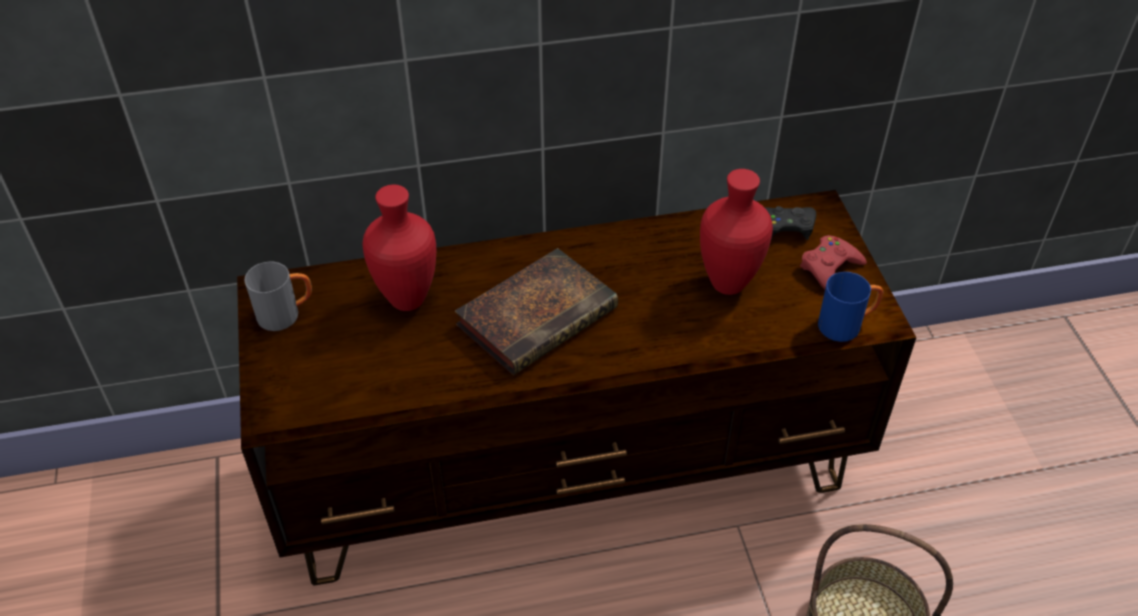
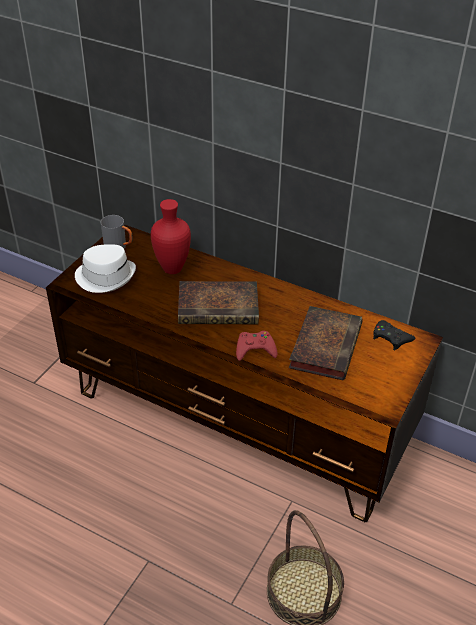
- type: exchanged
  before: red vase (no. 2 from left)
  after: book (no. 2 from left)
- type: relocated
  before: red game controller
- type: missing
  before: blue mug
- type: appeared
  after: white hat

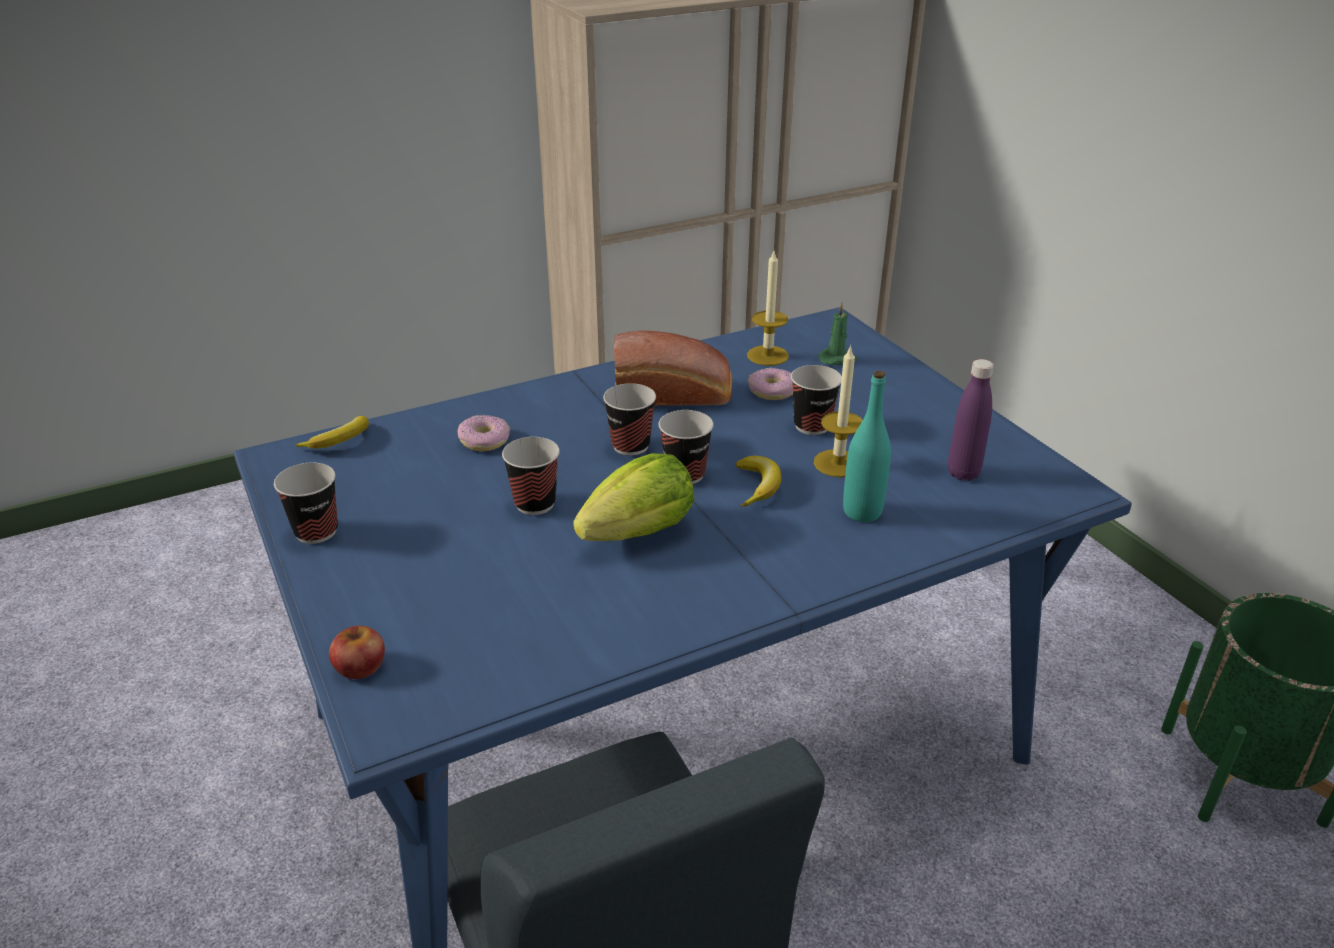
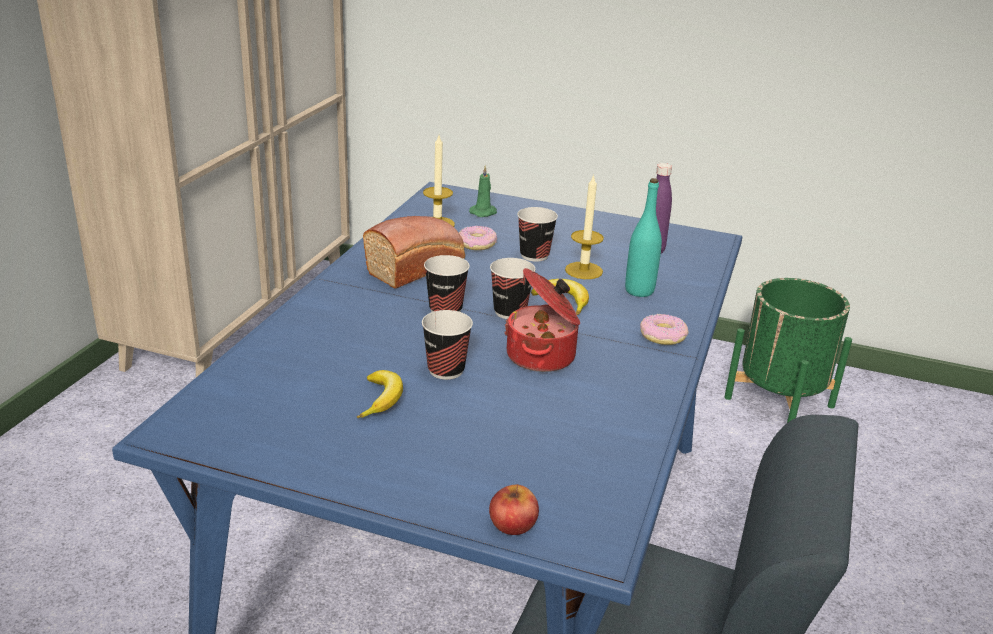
- type: missing
  before: cup (no. 1 from left)
- type: relocated
  before: banana (no. 1 from left)
- type: relocated
  before: donut (no. 1 from left in the first image)
  after: donut (no. 2 from left)
- type: exchanged
  before: lettuce
  after: cooking pot

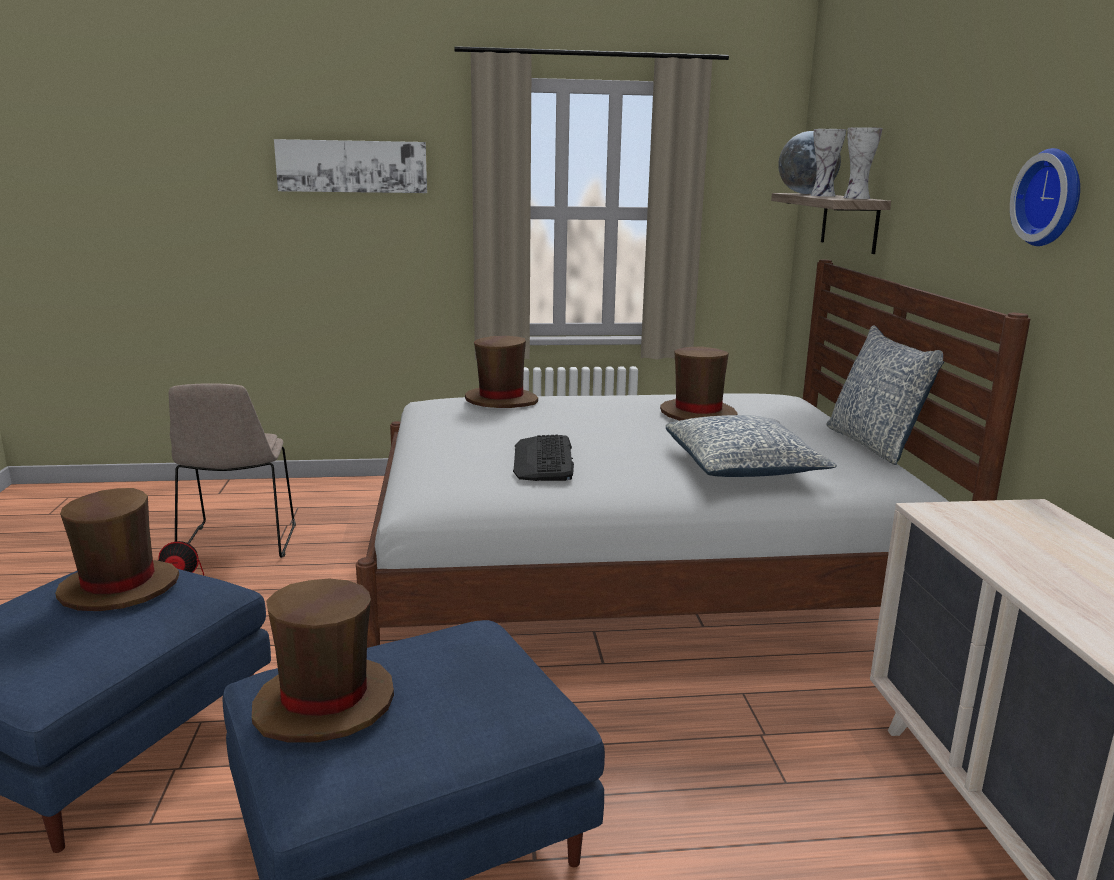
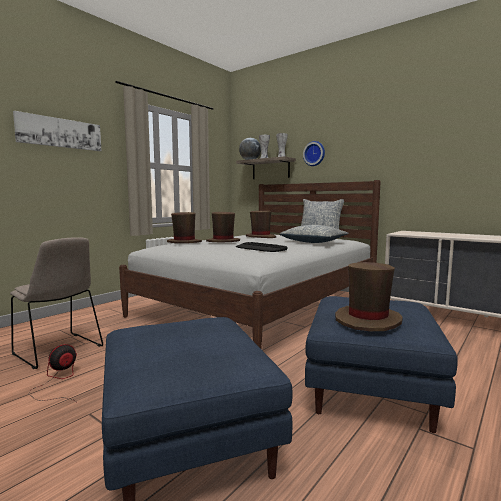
- type: relocated
  before: brown hat (no. 1 from left in the first image)
  after: brown hat (no. 2 from left)
- type: relocated
  before: wall clock

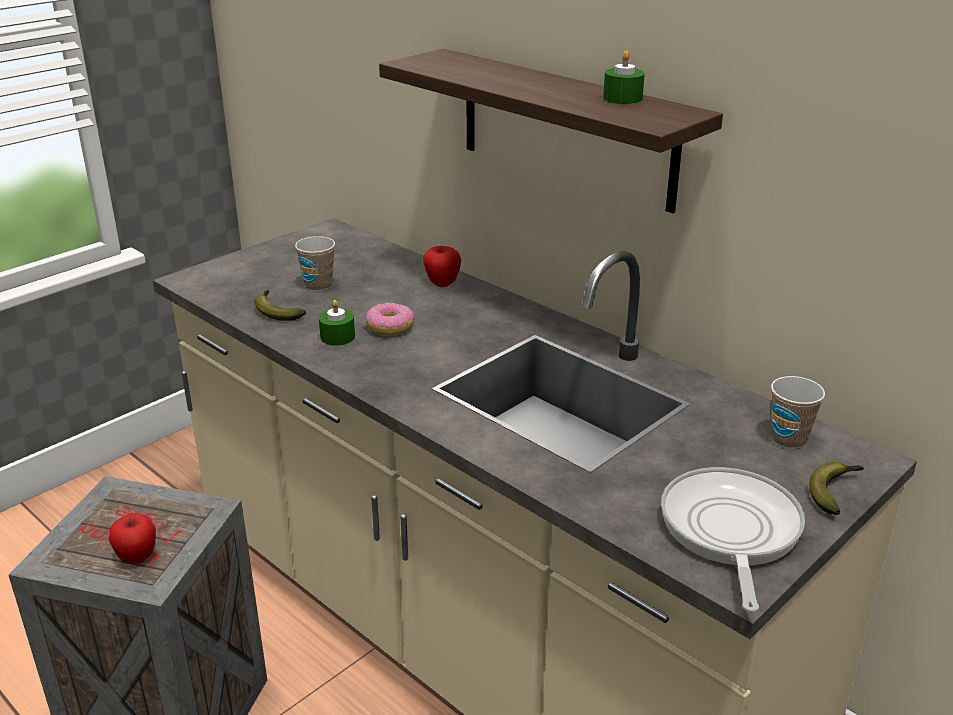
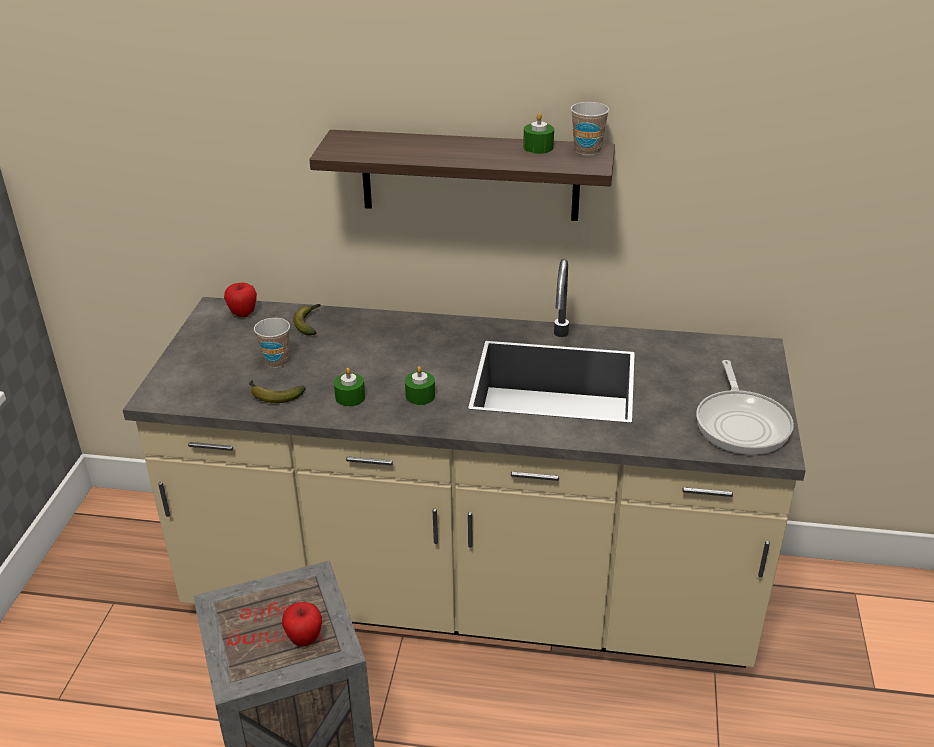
- type: missing
  before: donut
- type: relocated
  before: apple (no. 2 from left in the first image)
  after: apple (no. 1 from left)
- type: spun
  before: frying pan
  turn: -150
- type: relocated
  before: cup (no. 2 from left)
- type: relocated
  before: banana (no. 2 from left)
- type: appeared
  after: green candle (no. 2 from left)

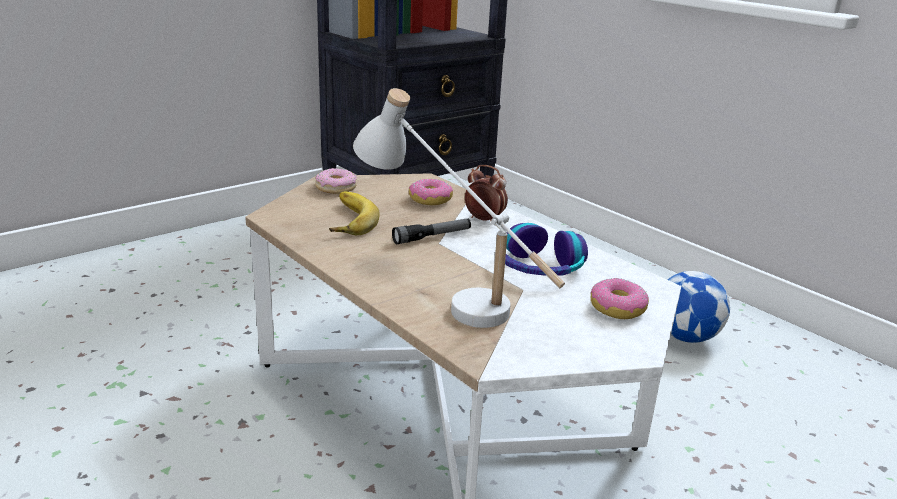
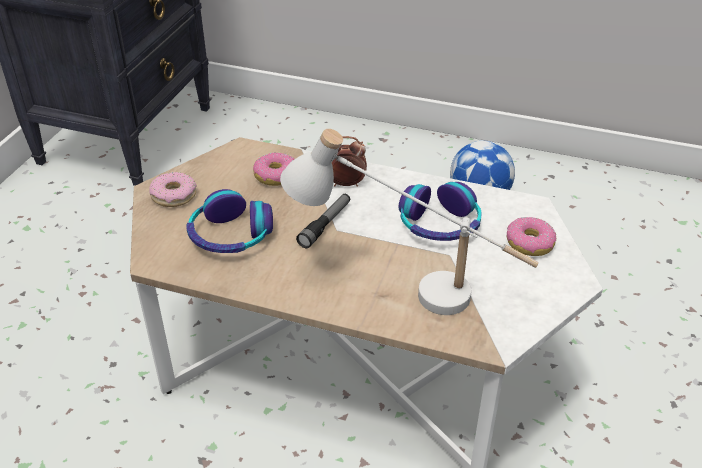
- type: exchanged
  before: banana
  after: headphones (no. 1 from left)

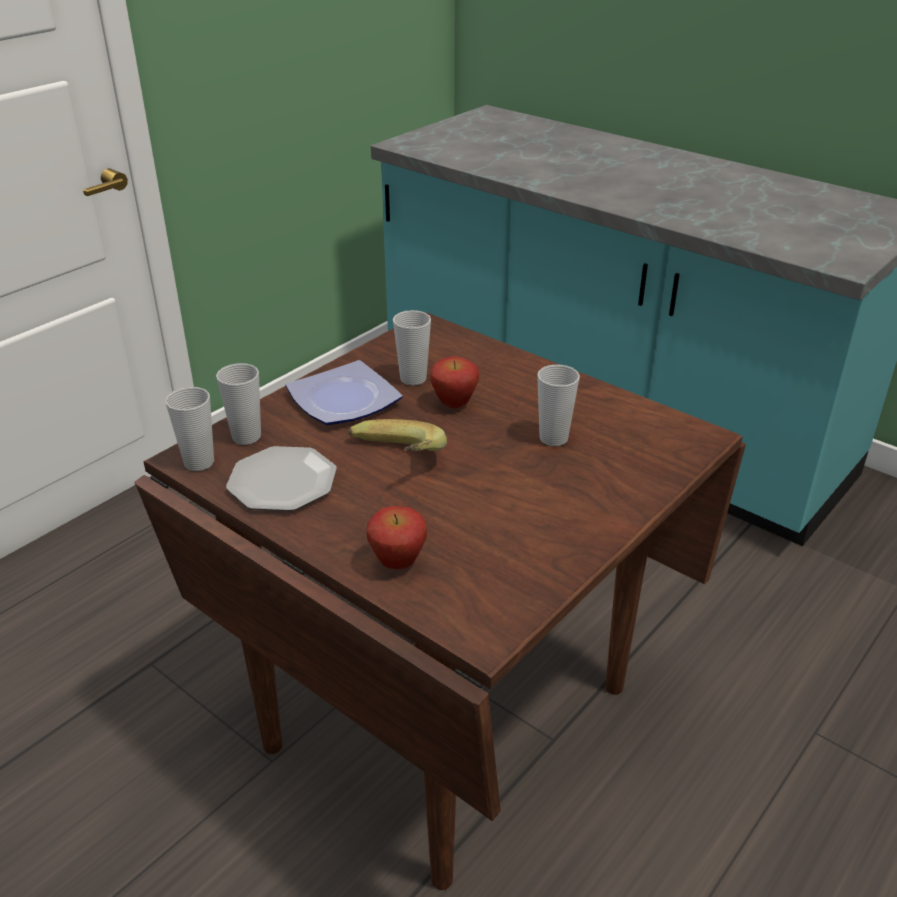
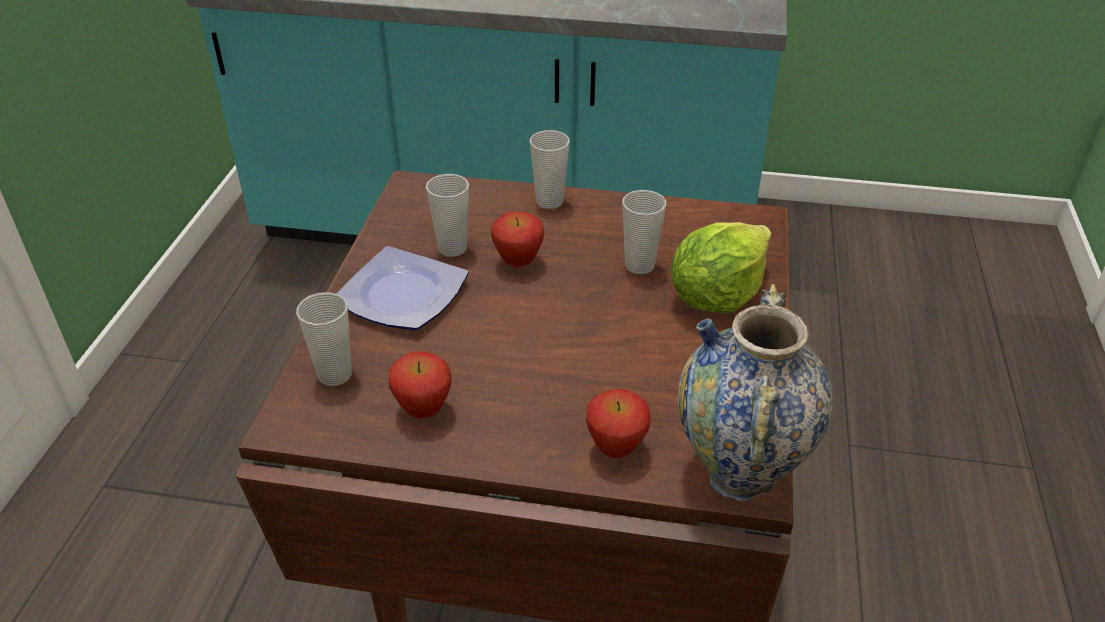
- type: relocated
  before: cup (no. 1 from left in the first image)
  after: cup (no. 3 from left)
- type: exchanged
  before: plate (no. 1 from left)
  after: apple (no. 1 from left)
- type: missing
  before: banana
- type: appeared
  after: lettuce
- type: appeared
  after: vase

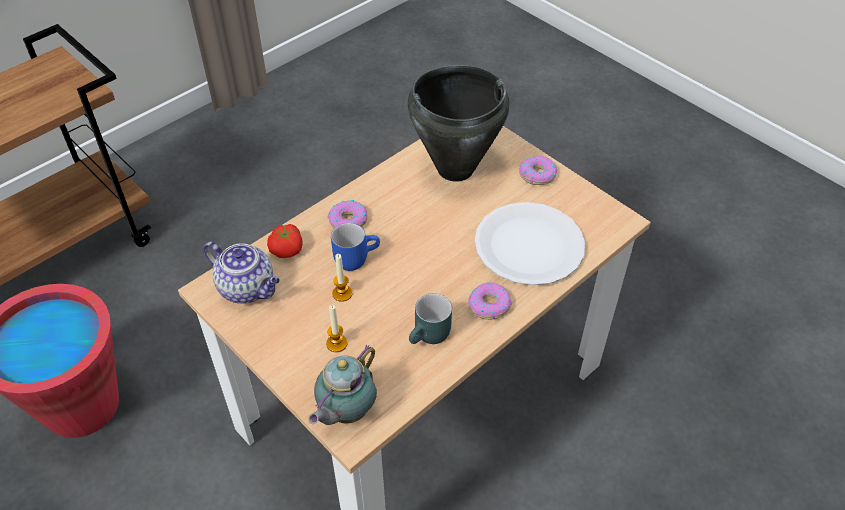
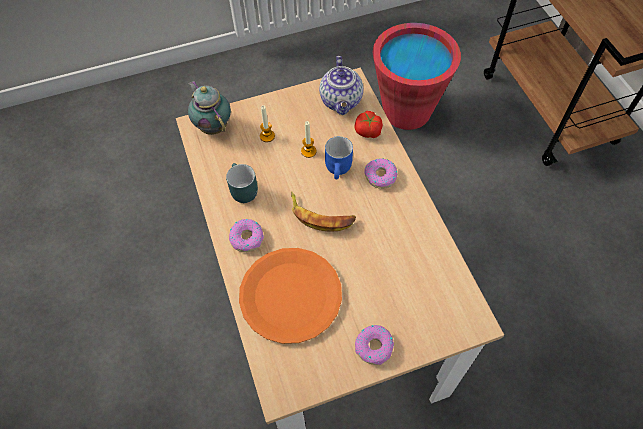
- type: spun
  before: teapot (no. 1 from left in the first image)
  turn: -60
- type: missing
  before: black cooking pot
- type: colour
  before: white plate
  after: orange plate
- type: appeared
  after: banana

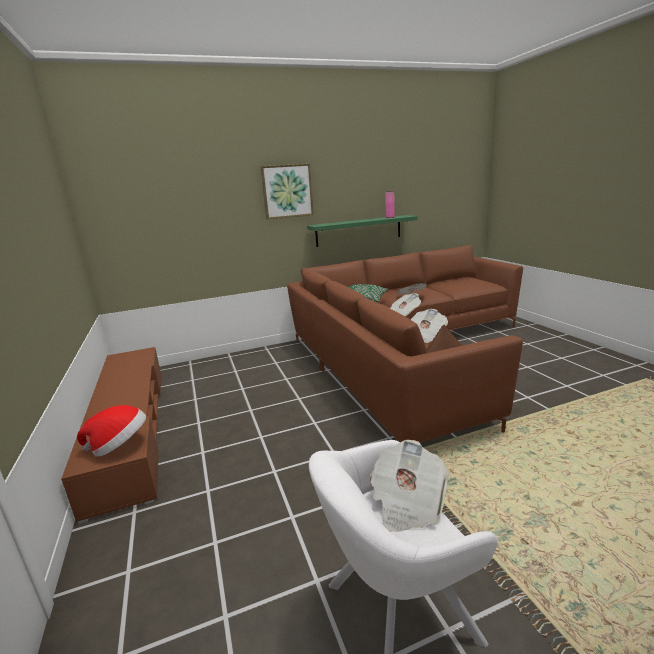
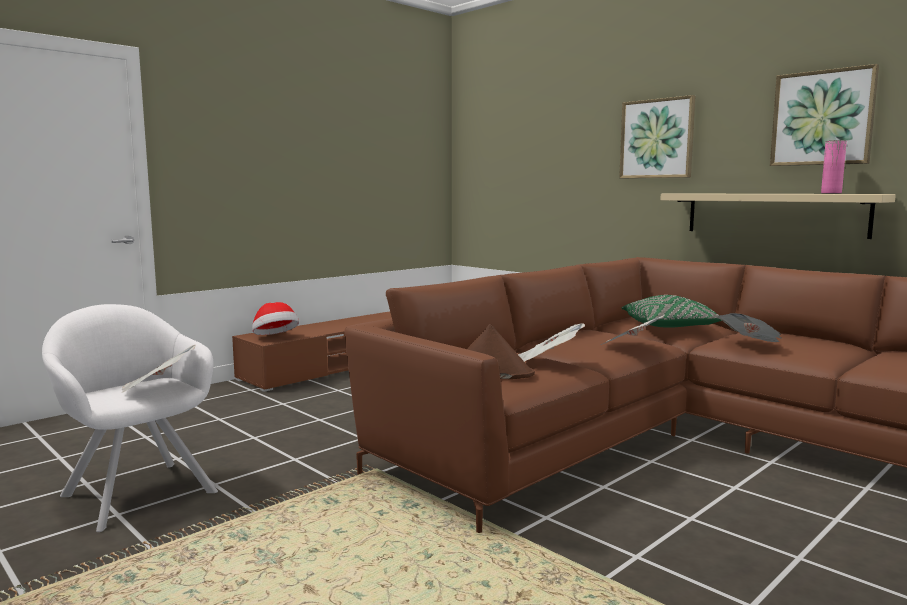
- type: colour
  before: green shelf
  after: beige shelf
- type: appeared
  after: picture (no. 2 from left)

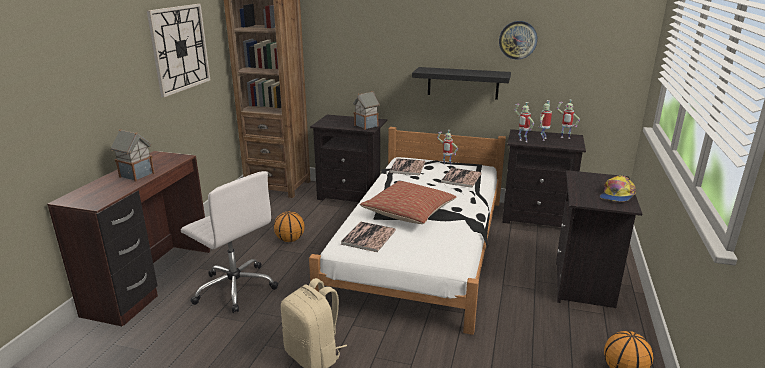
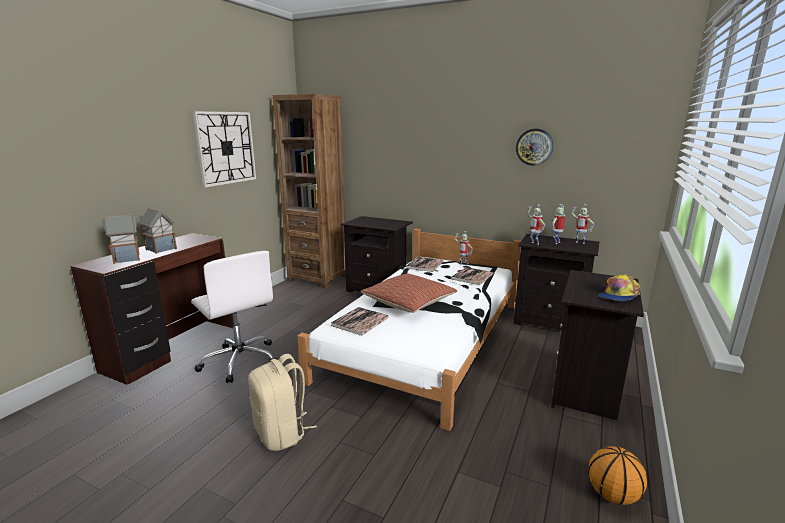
- type: missing
  before: basketball (no. 1 from left)
- type: relocated
  before: toy house (no. 2 from left in the first image)
  after: toy house (no. 1 from left)
- type: missing
  before: black shelf

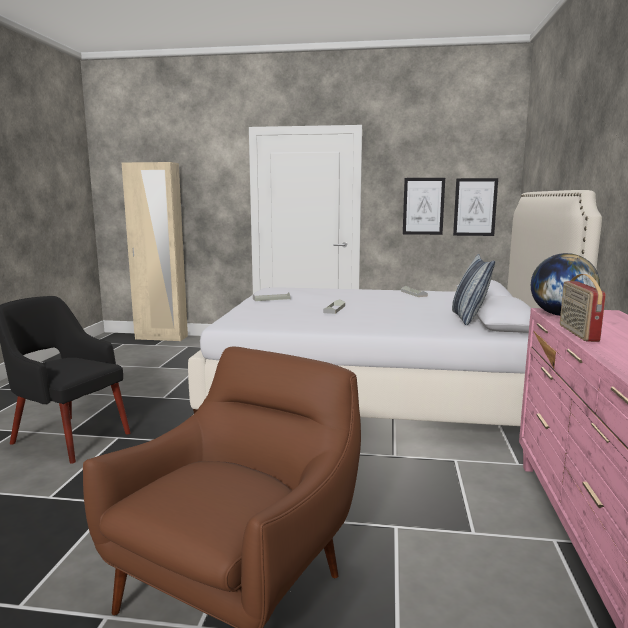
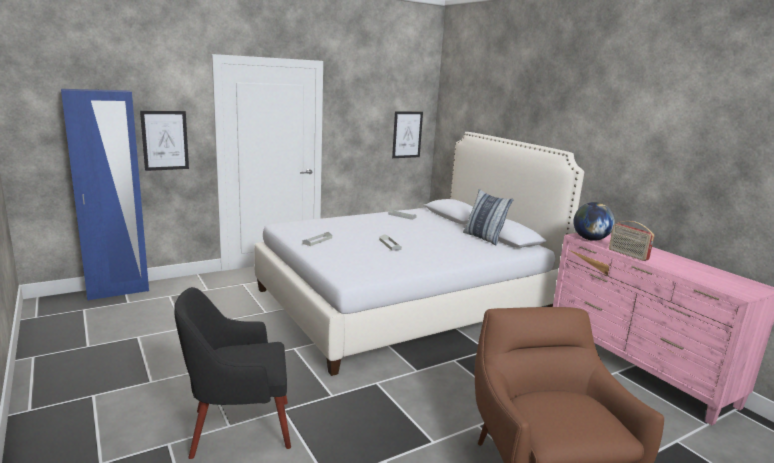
- type: colour
  before: beige wardrobe
  after: blue wardrobe
- type: relocated
  before: picture (no. 1 from left)

